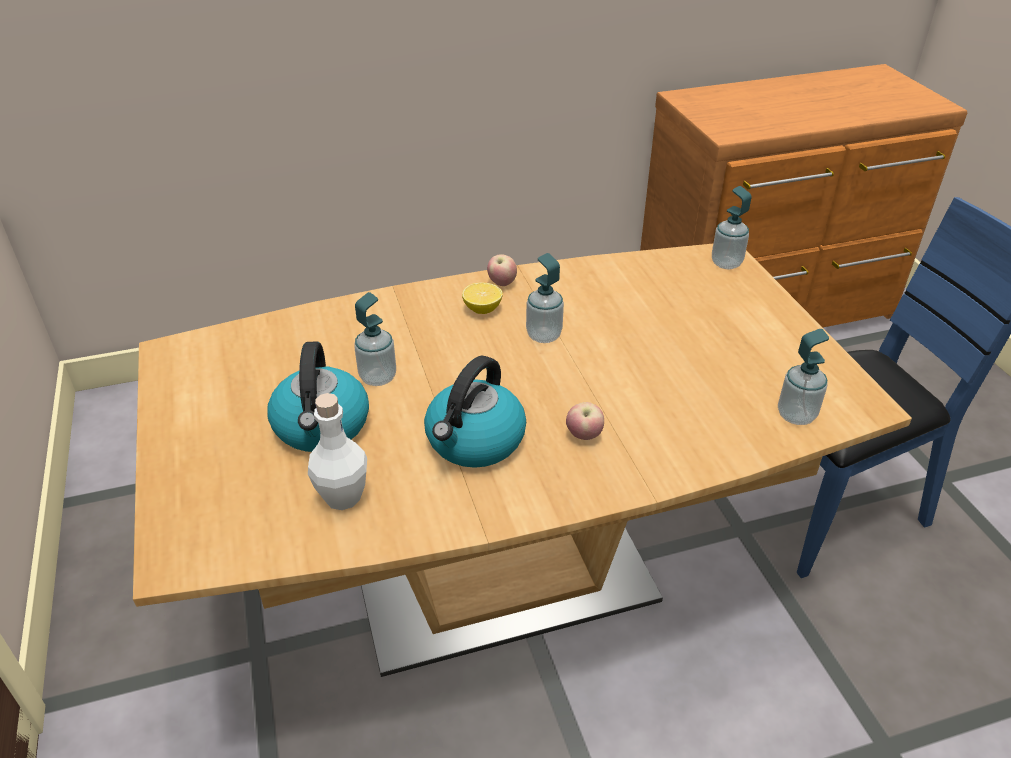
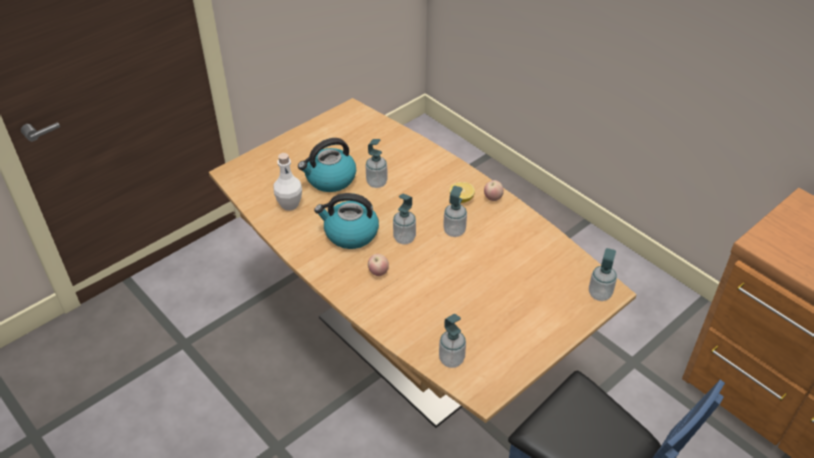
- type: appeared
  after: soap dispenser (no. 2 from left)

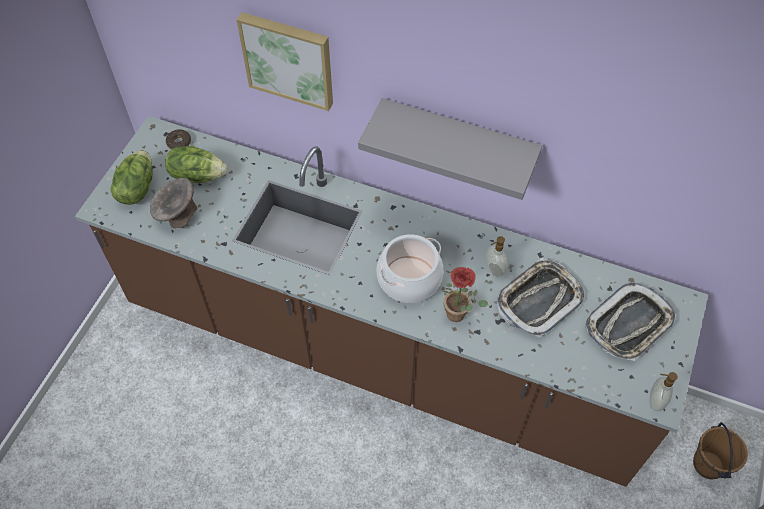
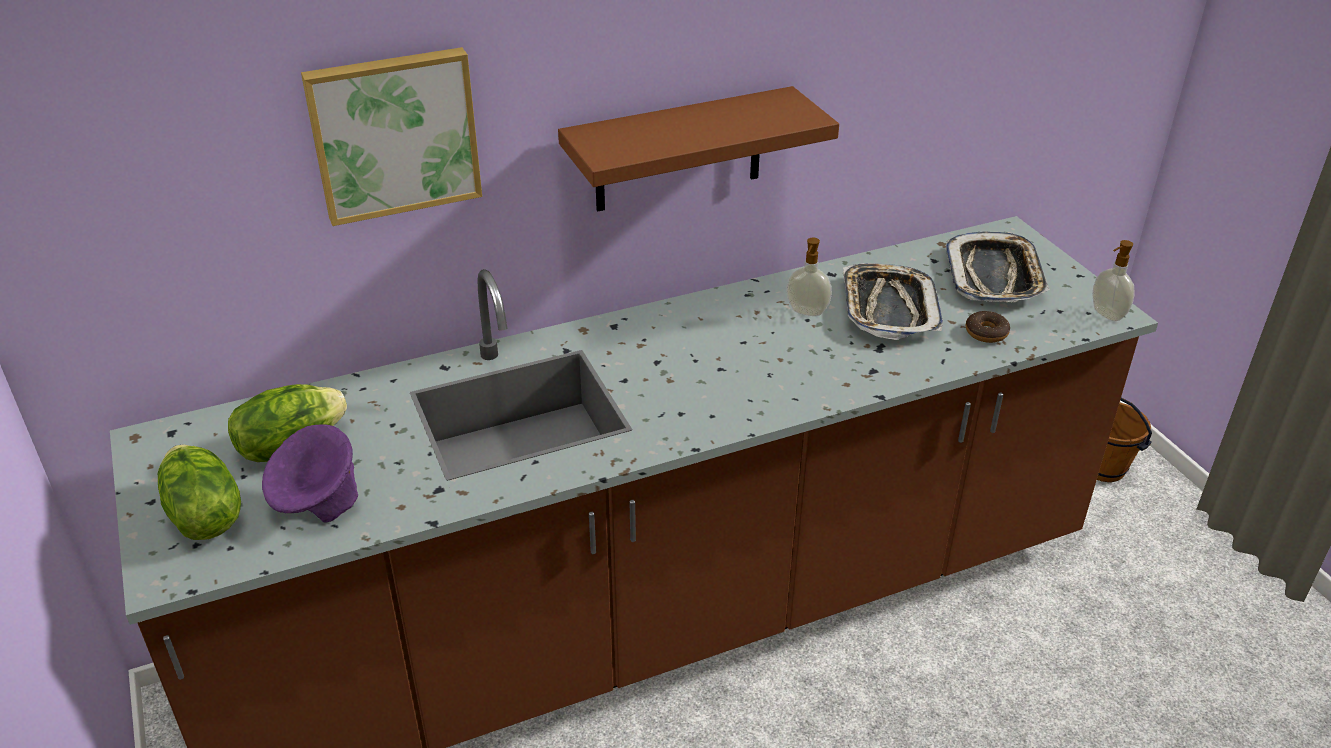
- type: colour
  before: grey bowl
  after: purple bowl
- type: relocated
  before: donut
- type: colour
  before: grey shelf
  after: brown shelf
- type: missing
  before: cooking pot
- type: missing
  before: potted plant

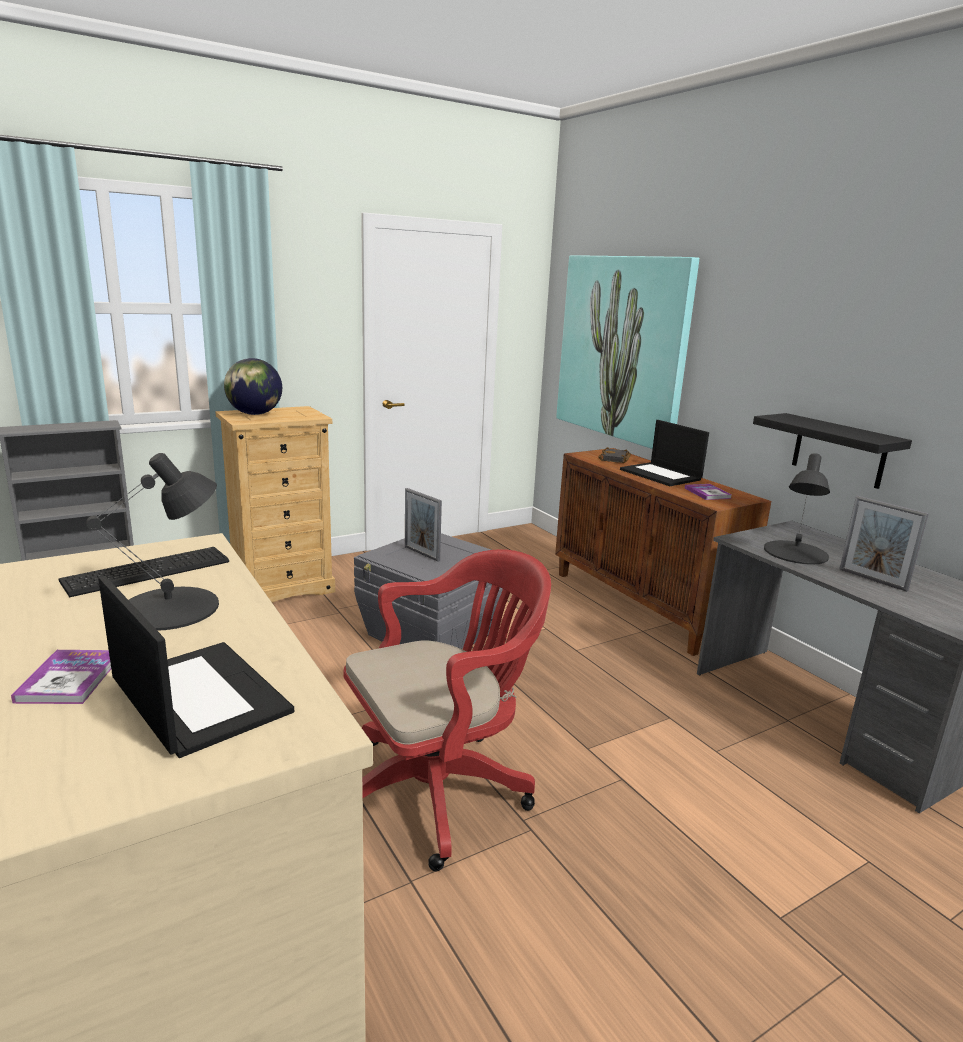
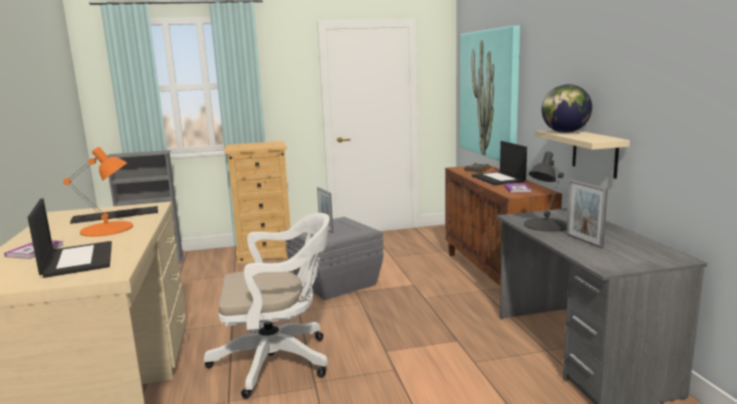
- type: colour
  before: black table lamp (no. 1 from left)
  after: orange table lamp
- type: relocated
  before: globe
- type: colour
  before: red office chair
  after: white office chair
- type: colour
  before: black shelf
  after: beige shelf

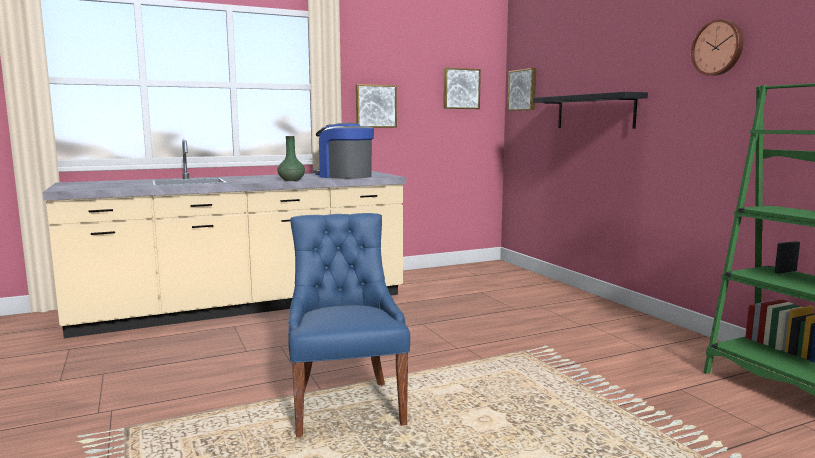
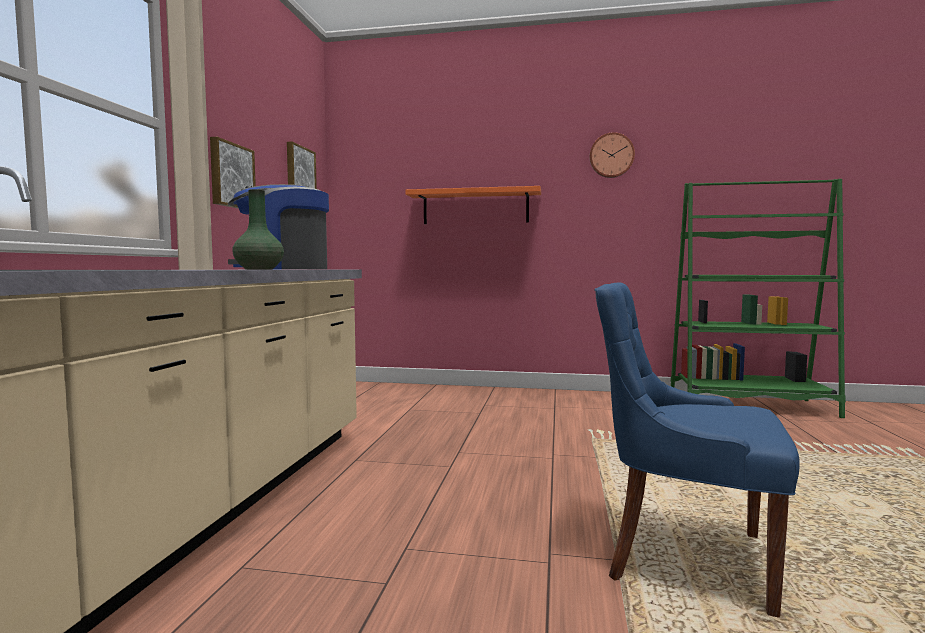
- type: missing
  before: picture (no. 3 from left)
- type: colour
  before: black shelf
  after: orange shelf

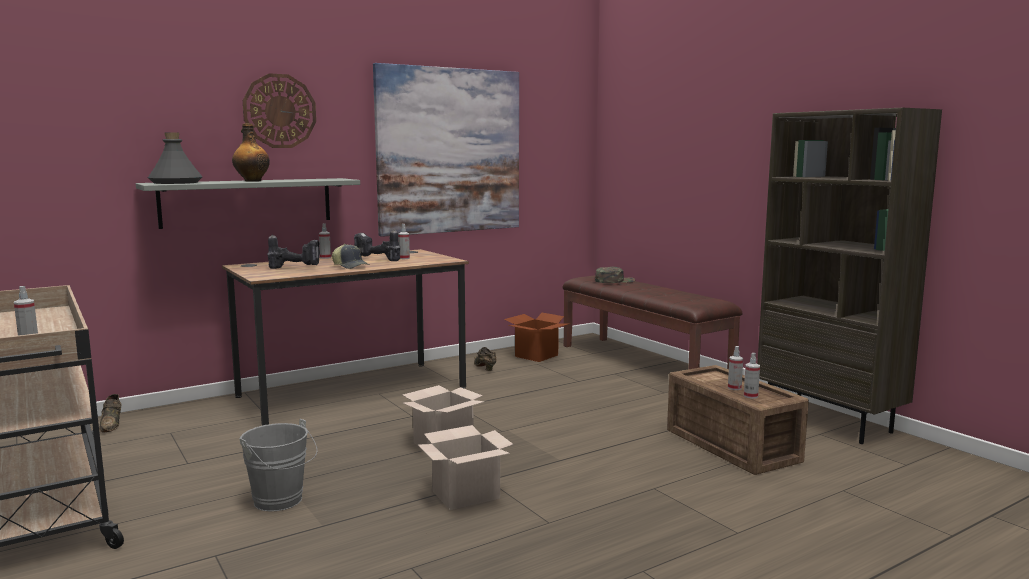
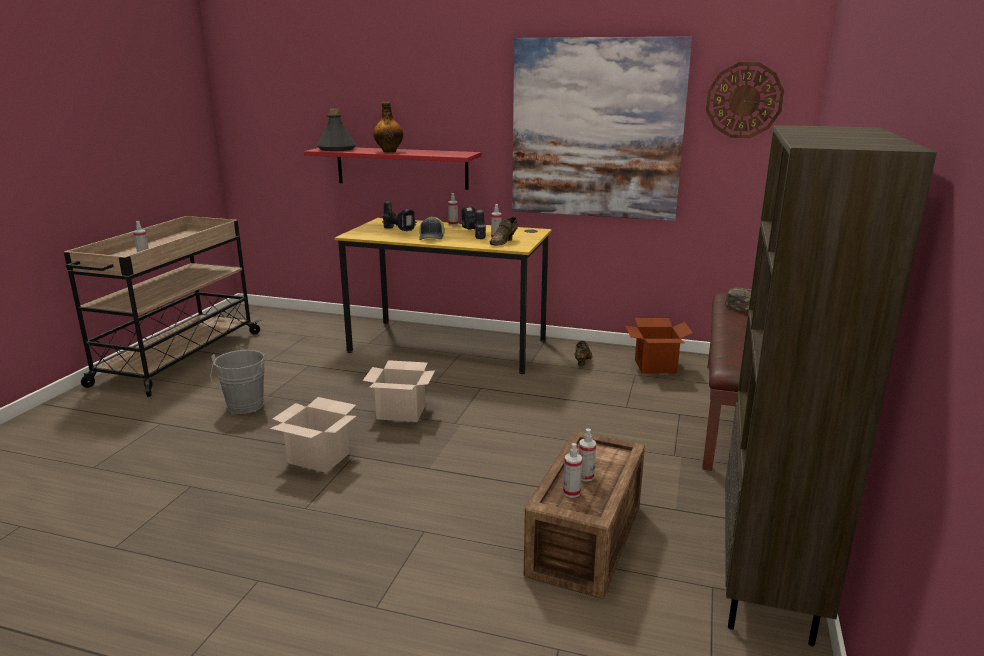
- type: relocated
  before: brown shoe (no. 1 from left)
- type: colour
  before: grey shelf
  after: red shelf
- type: colour
  before: brown desk
  after: yellow desk
- type: relocated
  before: wall clock

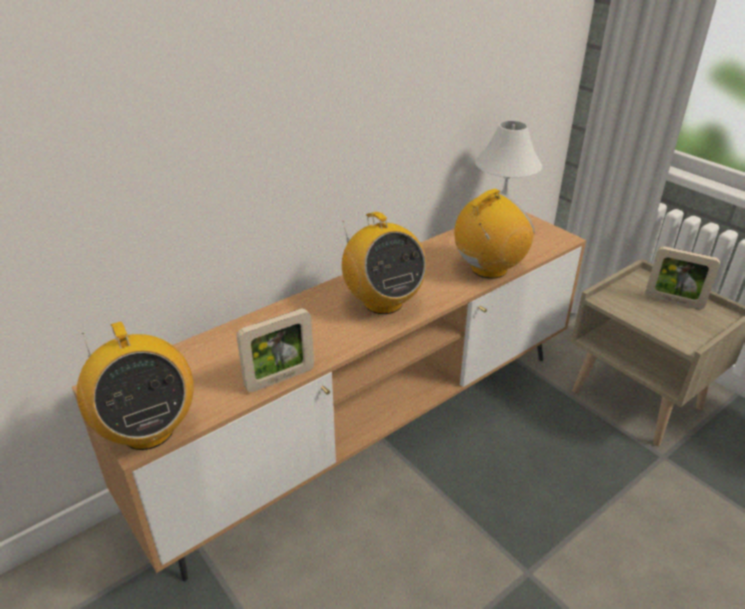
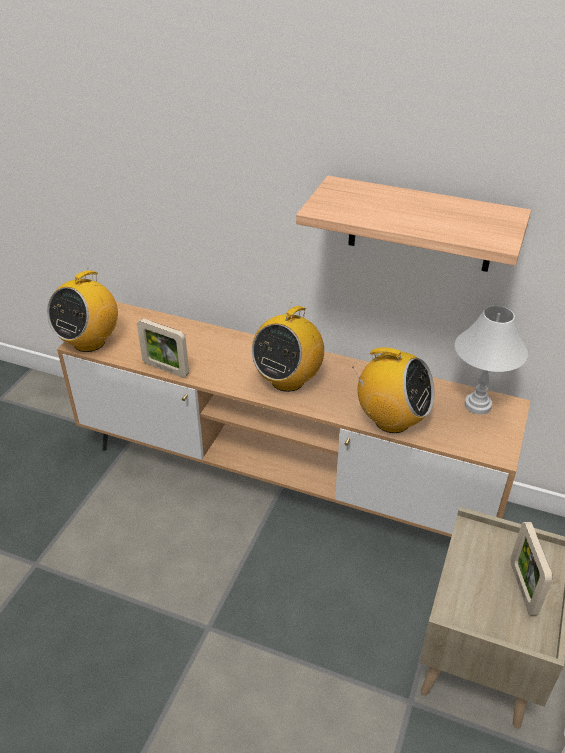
- type: appeared
  after: shelf

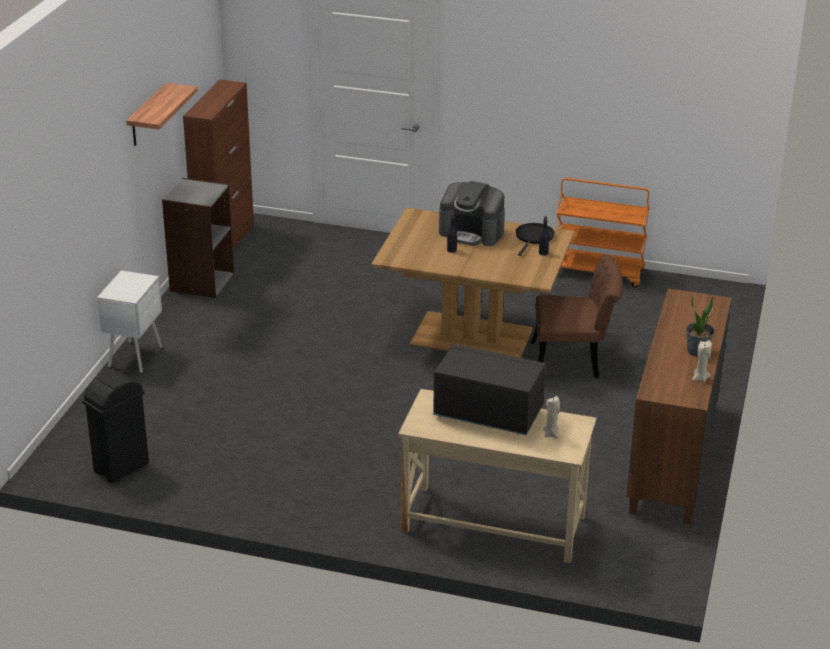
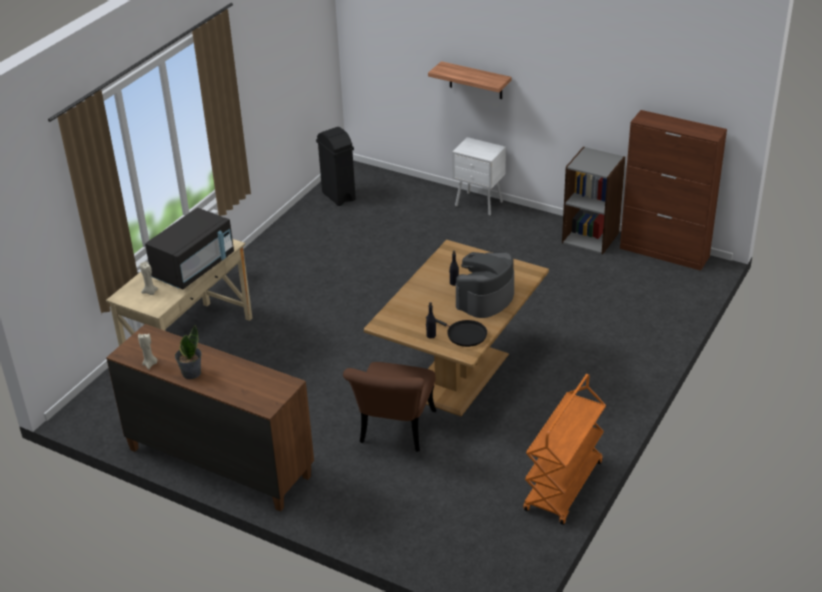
- type: relocated
  before: shelf

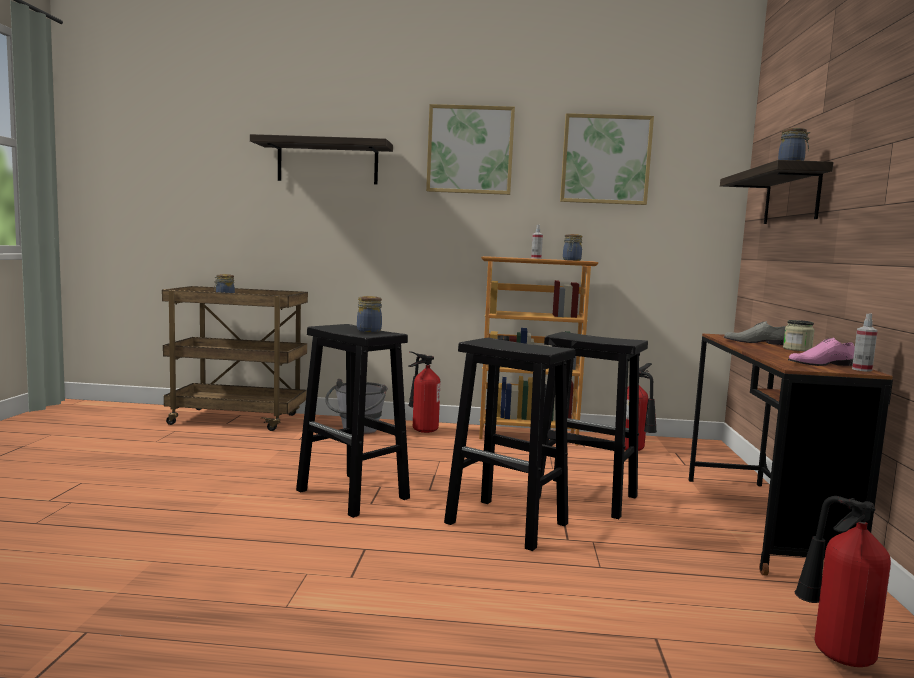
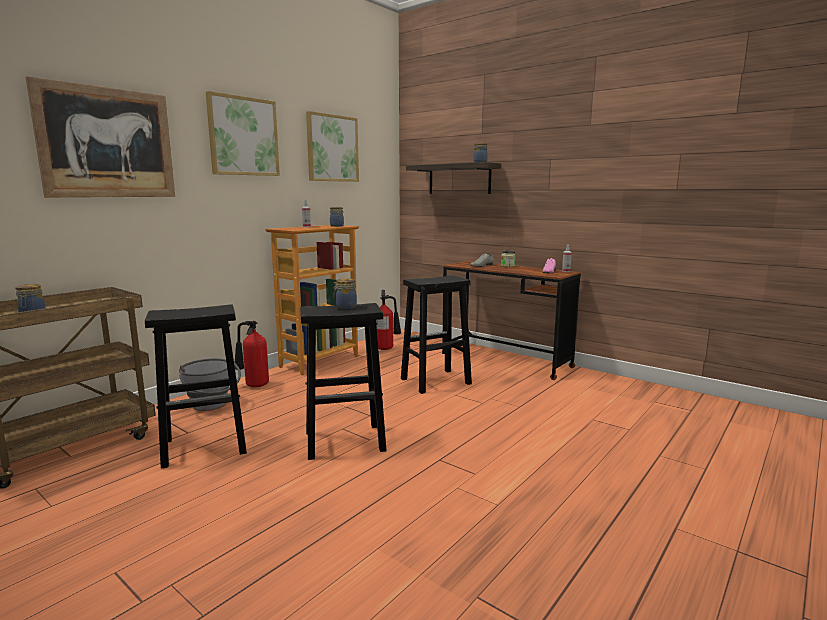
- type: exchanged
  before: shelf (no. 1 from left)
  after: picture (no. 1 from left)
- type: relocated
  before: black stool (no. 2 from left in the first image)
  after: black stool (no. 1 from left)
- type: missing
  before: fire extinguisher (no. 3 from left)

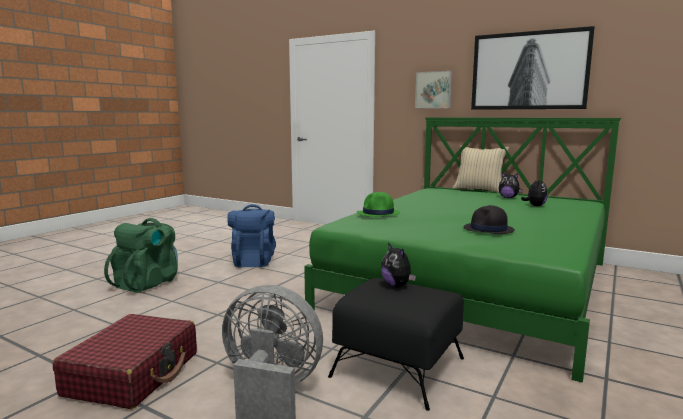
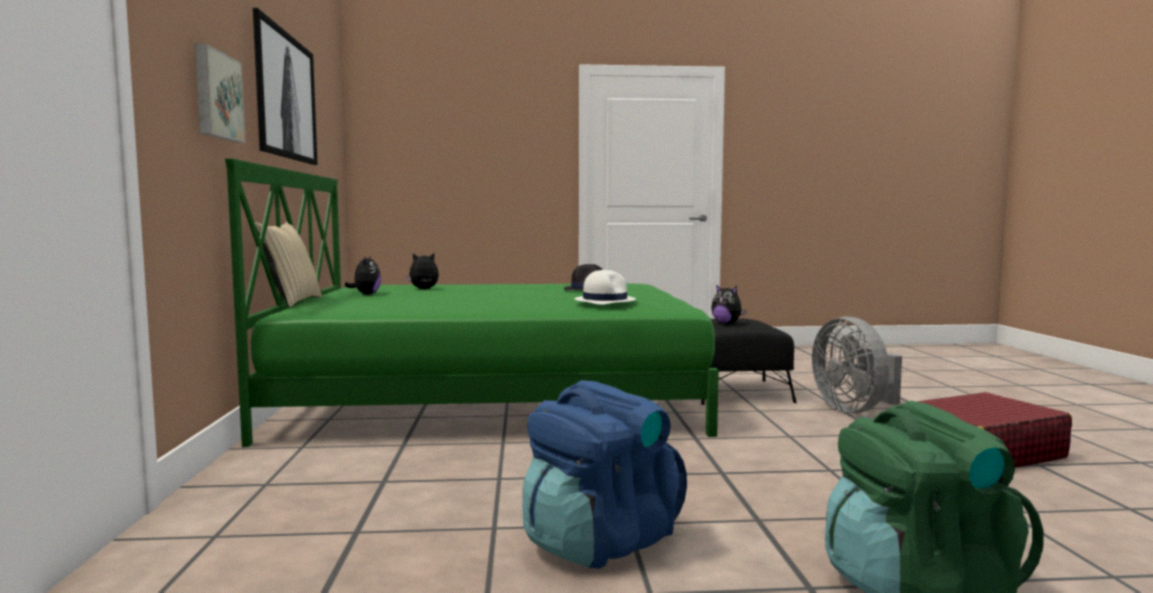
- type: colour
  before: green hat
  after: white hat
- type: spun
  before: plush toy (no. 1 from left in the first image)
  turn: 105

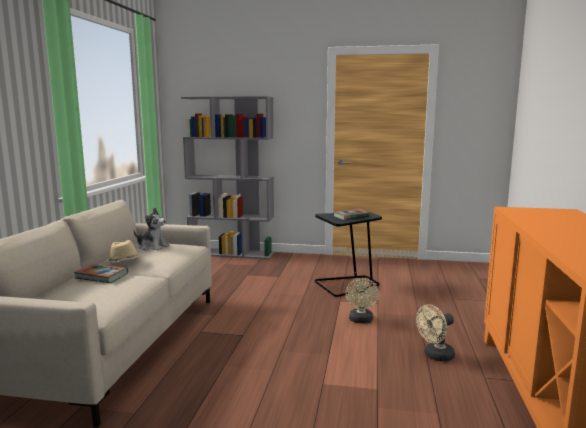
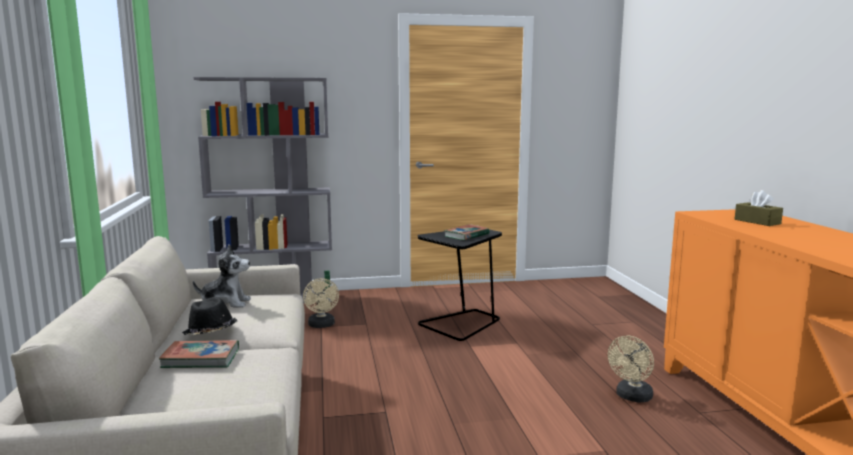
- type: colour
  before: beige hat
  after: black hat
- type: relocated
  before: beige fan (no. 1 from left)
- type: appeared
  after: brown tissue box

